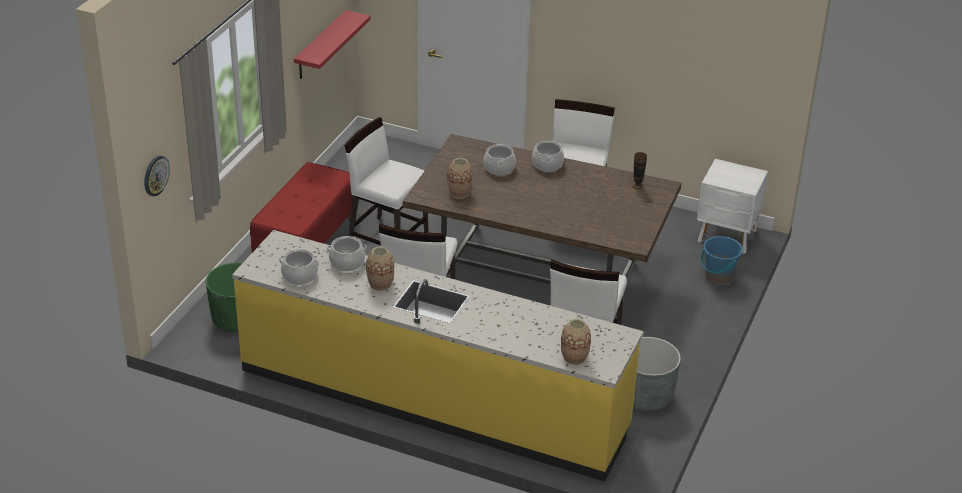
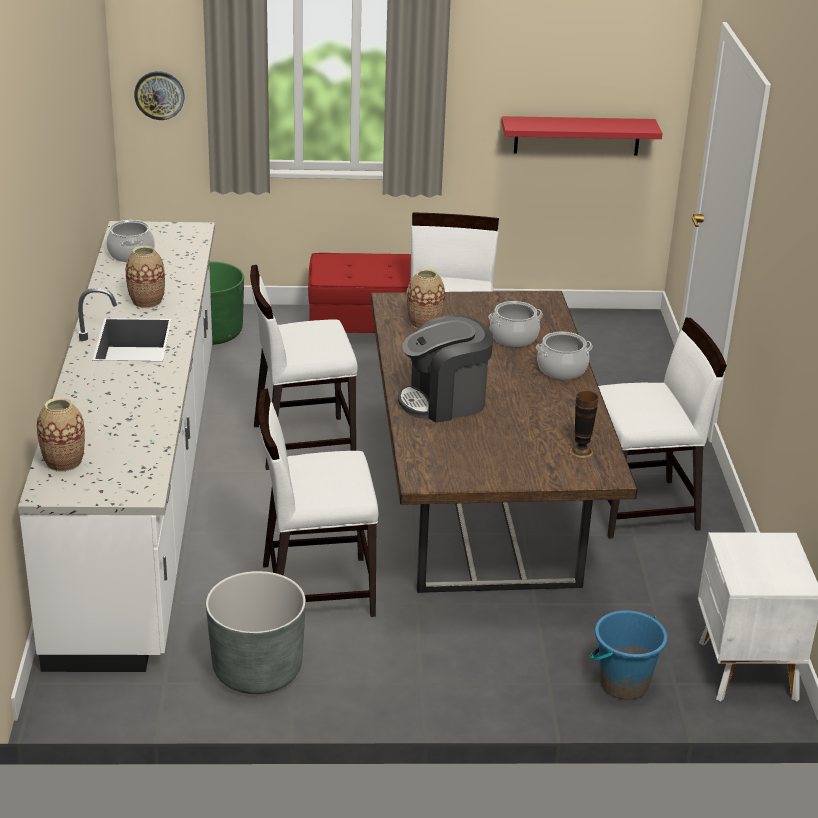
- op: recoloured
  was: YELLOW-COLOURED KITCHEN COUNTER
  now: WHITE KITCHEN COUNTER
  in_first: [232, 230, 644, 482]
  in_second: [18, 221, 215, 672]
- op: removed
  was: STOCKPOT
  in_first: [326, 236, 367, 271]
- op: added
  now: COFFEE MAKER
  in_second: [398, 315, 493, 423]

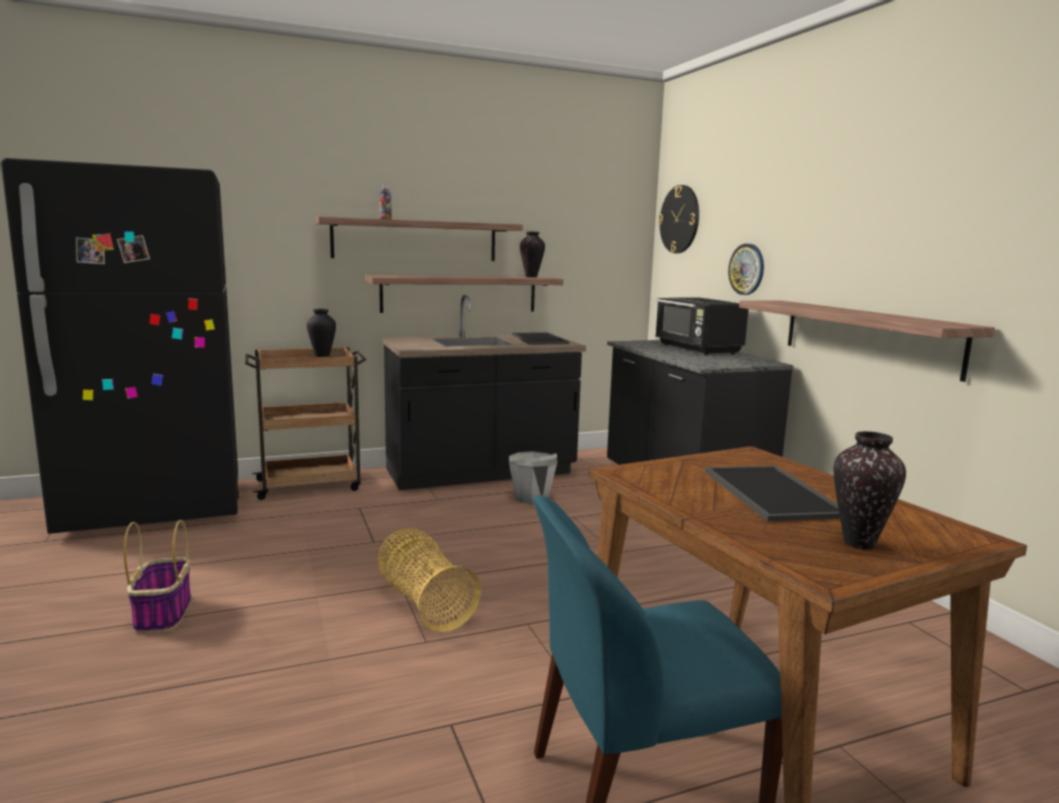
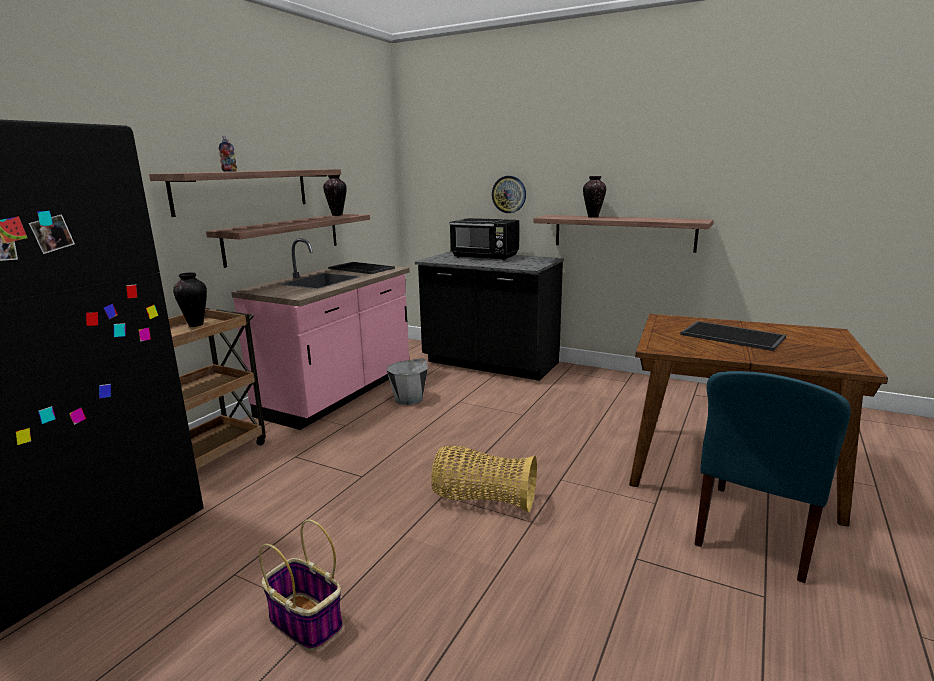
- op: removed
  was: HANGING CLOCK
  in_first: [658, 185, 699, 253]
- op: recoloured
  was: BLACKISH KITCHEN COUNTER
  now: PINK KITCHEN COUNTER
  in_first: [382, 295, 586, 490]
  in_second: [231, 238, 410, 430]
- op: moved
  was: VASE
  in_first: [834, 431, 906, 549]
  in_second: [583, 176, 606, 217]

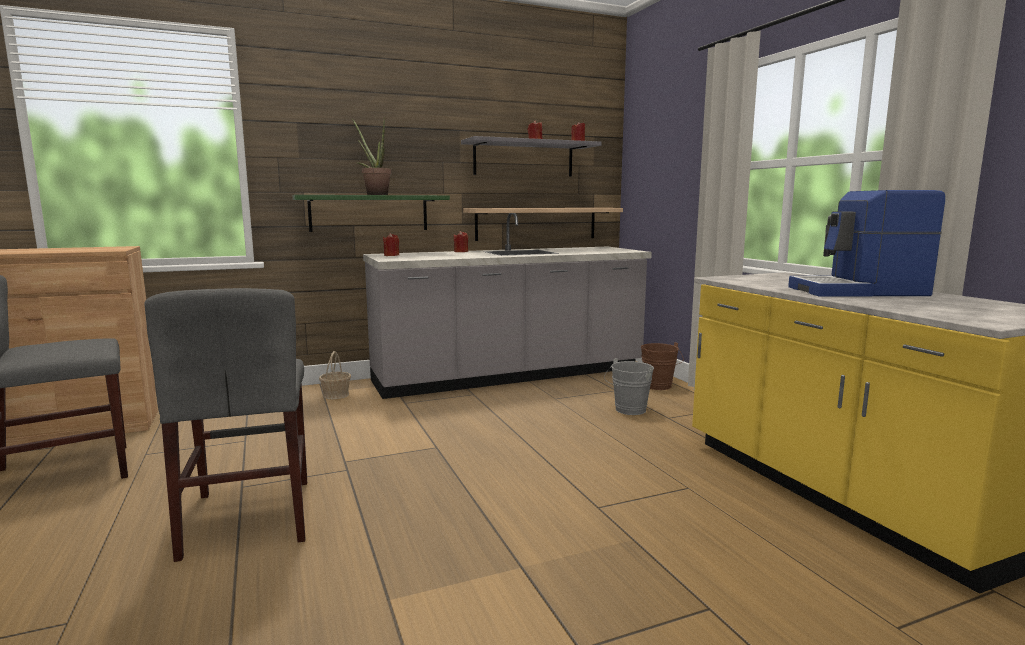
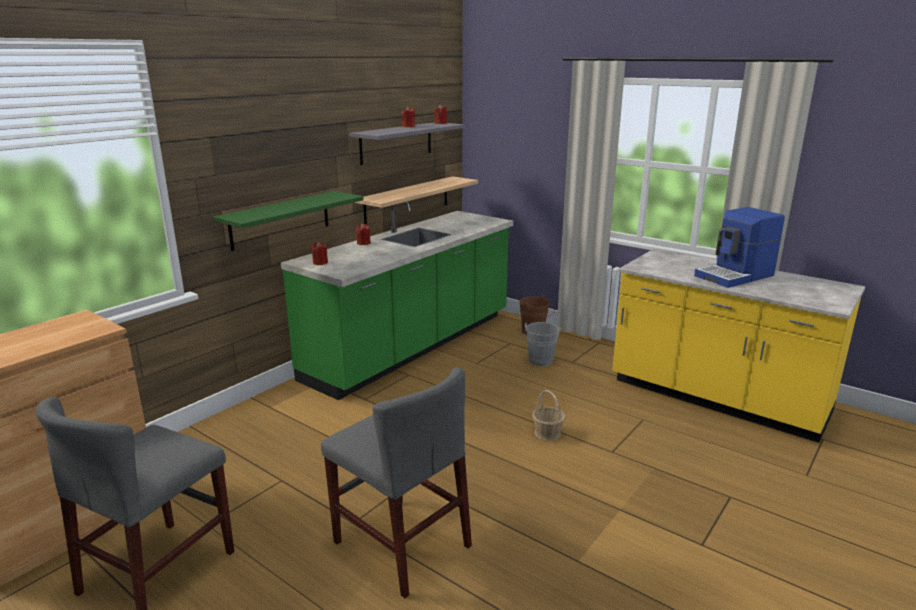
- op: removed
  was: POTTED PLANT
  in_first: [352, 117, 392, 195]
- op: recoloured
  was: GREYISH KITCHEN COUNTER
  now: GREENISH KITCHEN COUNTER
  in_first: [363, 213, 652, 399]
  in_second: [281, 201, 513, 400]
- op: moved
  was: BASKET
  in_first: [319, 351, 351, 399]
  in_second: [532, 390, 565, 441]

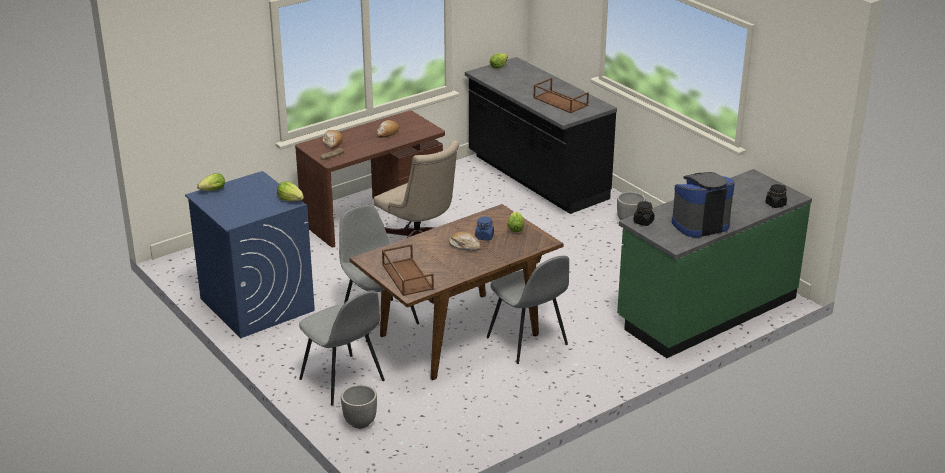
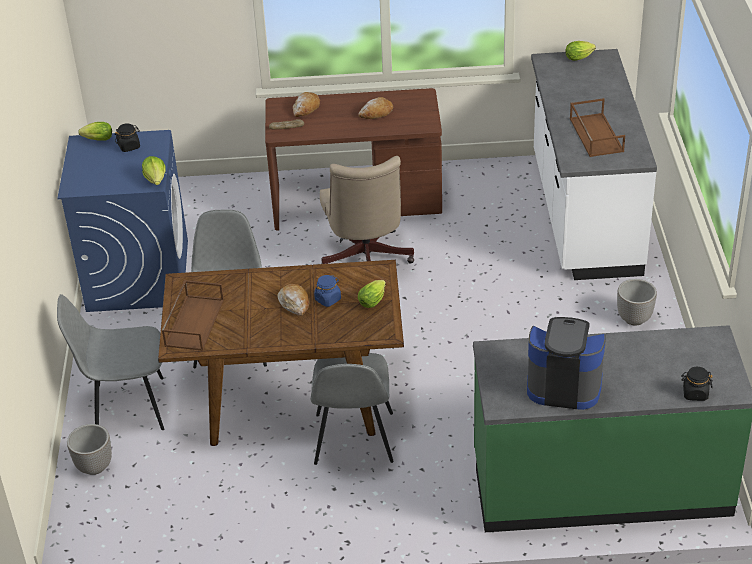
- op: recoloured
  was: BLACKISH KITCHEN COUNTER
  now: WHITE KITCHEN COUNTER
  in_first: [465, 57, 617, 214]
  in_second: [531, 49, 657, 280]
- op: moved
  was: BLACKISH STORAGE JAR
  in_first: [633, 201, 654, 226]
  in_second: [115, 123, 140, 152]
- op: turned
  was: GREYISH PLAIN CHAIR
  in_first: [299, 290, 385, 406]
  in_second: [57, 294, 164, 430]
  clockwise: 90

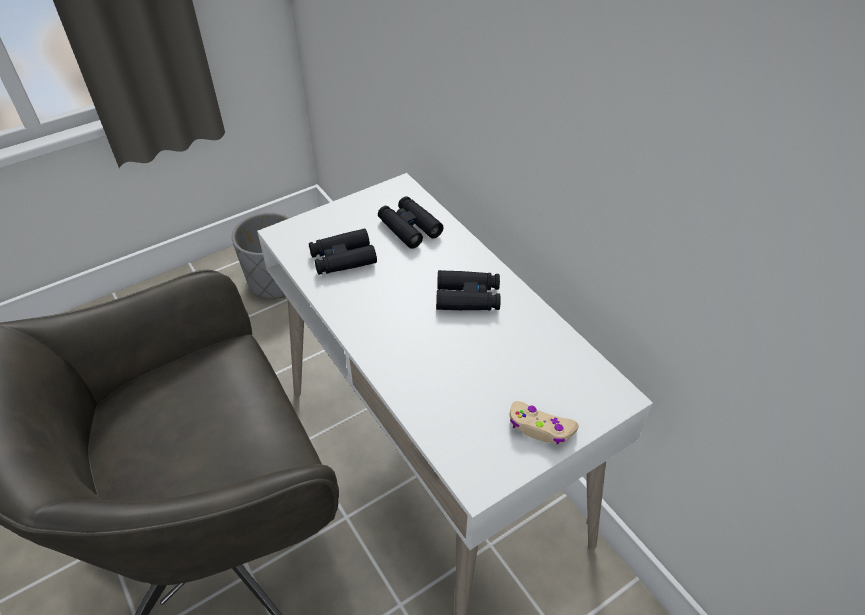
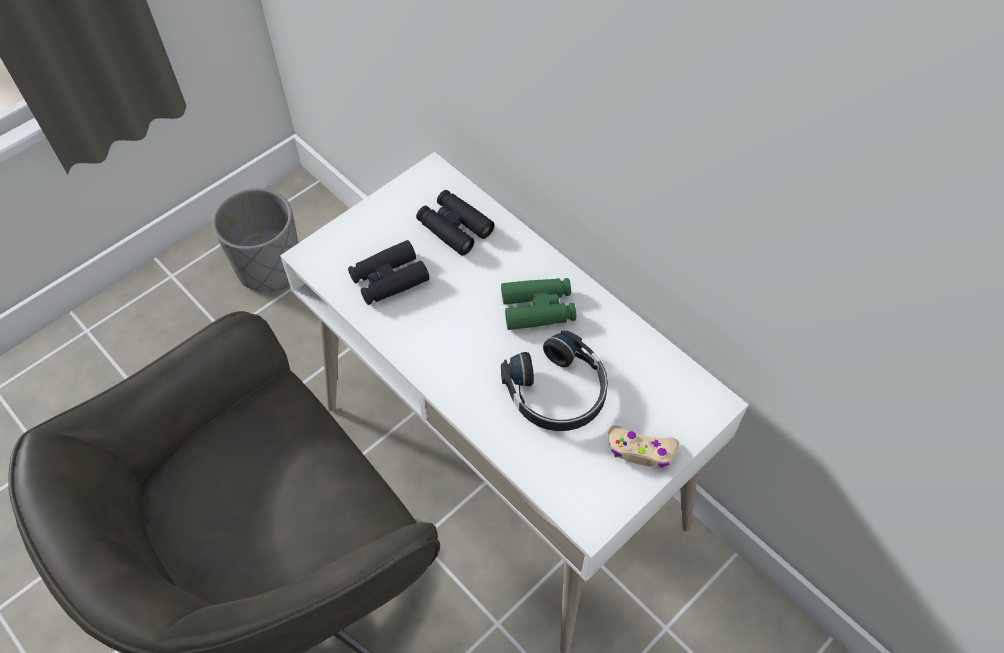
- op: recoloured
  was: BLACKISH BINOCULARS
  now: GREENISH BINOCULARS
  in_first: [436, 270, 501, 310]
  in_second: [501, 278, 576, 330]
- op: added
  now: BLACKISH HEADPHONES
  in_second: [501, 330, 608, 431]

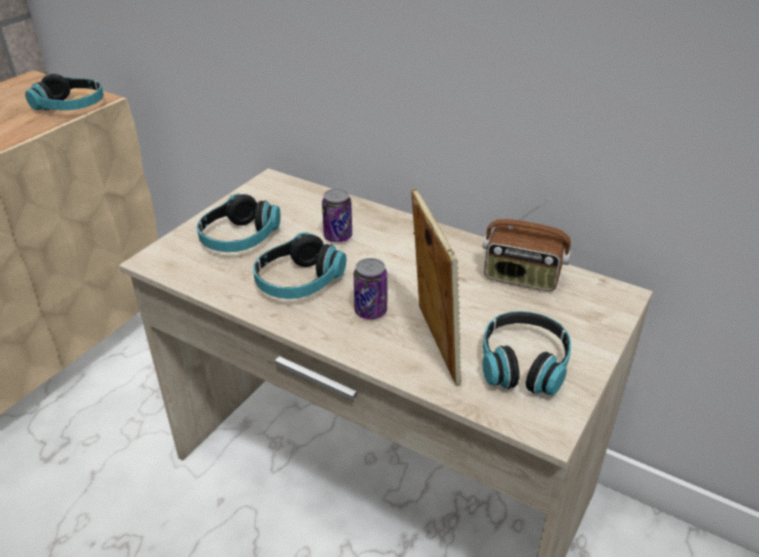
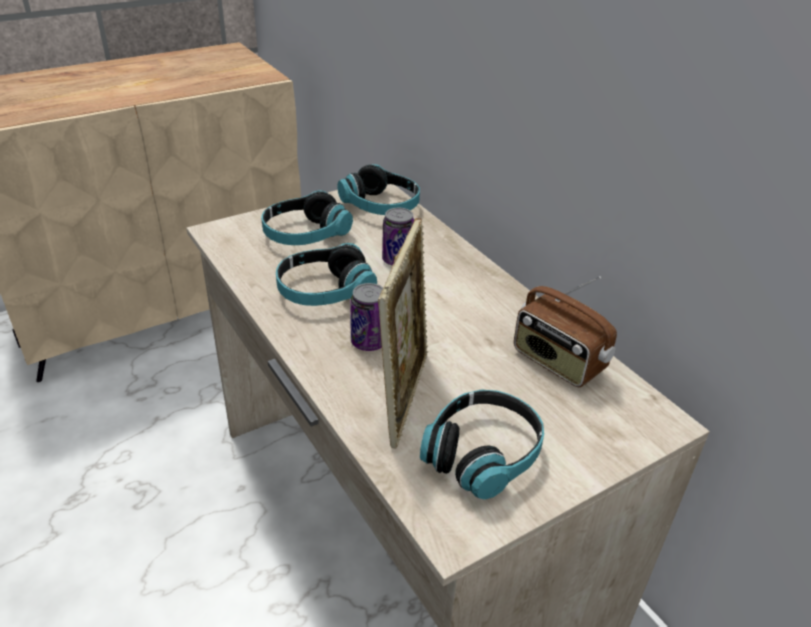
- op: moved
  was: HEADPHONES
  in_first: [25, 74, 104, 111]
  in_second: [337, 164, 420, 215]

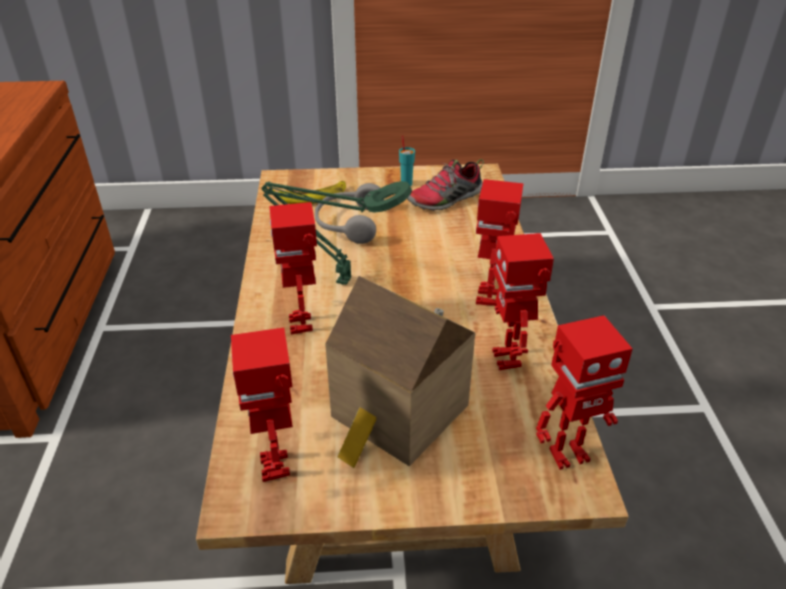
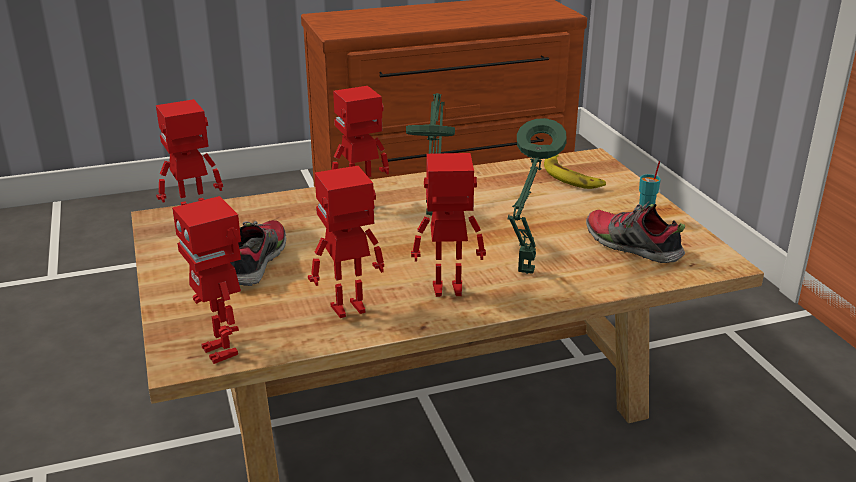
- op: removed
  was: GREYISH HEADPHONES
  in_first: [315, 183, 384, 244]
- op: replaced
  was: TOY HOUSE
  now: LOW SHOE
  in_first: [325, 276, 475, 468]
  in_second: [230, 220, 286, 286]
- op: added
  now: GREENISH TABLETOP LAMP
  in_second: [508, 118, 567, 274]

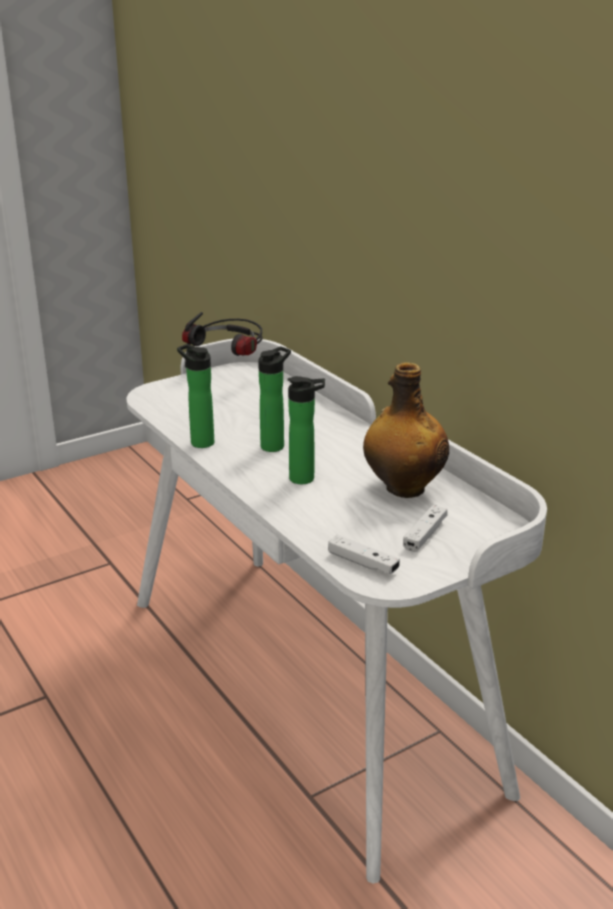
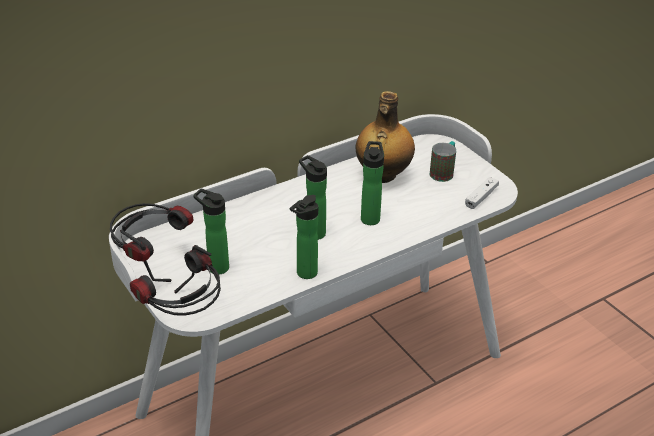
- op: replaced
  was: WHITE GAME CONTROLLER
  now: COFFEE MUG
  in_first: [403, 505, 447, 552]
  in_second: [430, 141, 456, 182]
- op: added
  now: BOTTLE
  in_second: [193, 189, 229, 274]
- op: added
  now: HEADPHONES
  in_second: [130, 245, 221, 316]

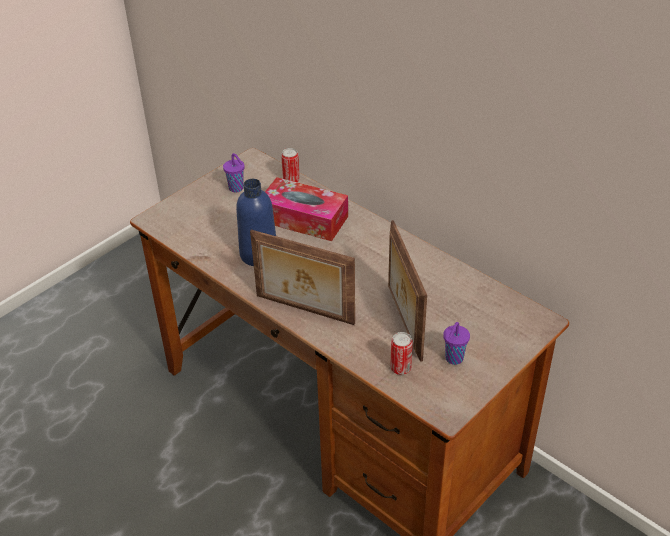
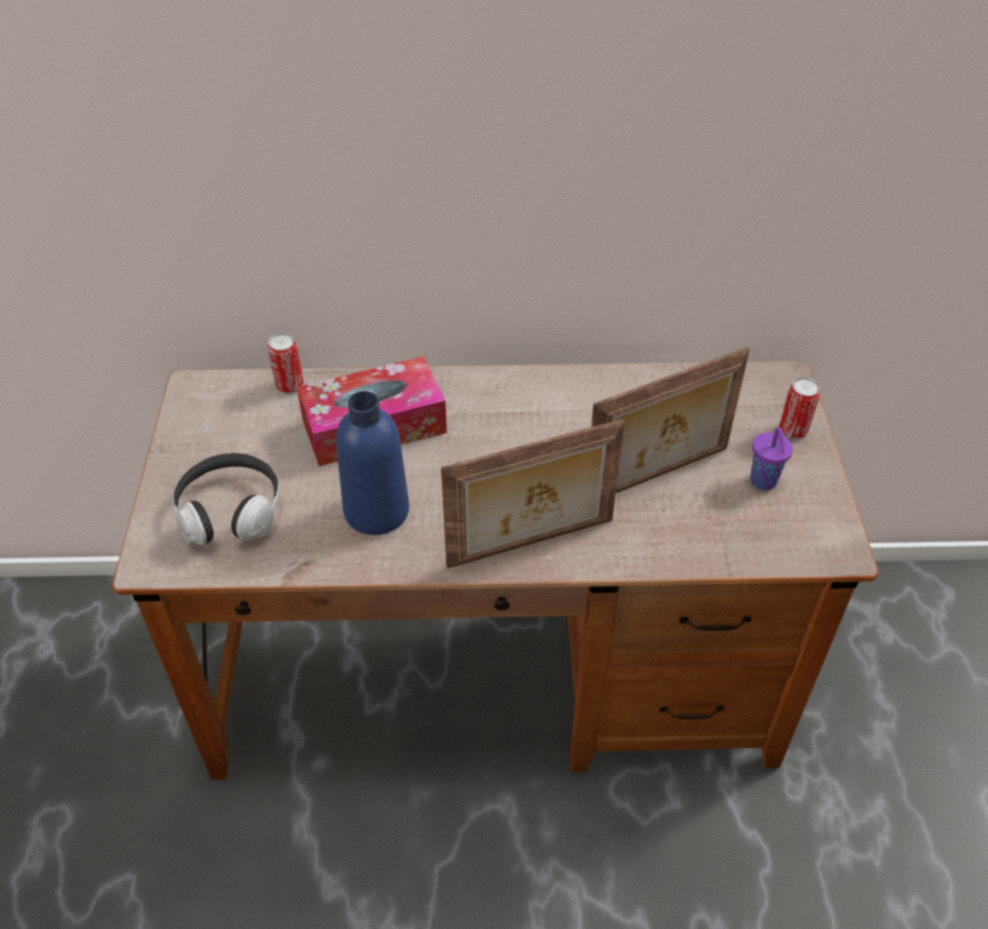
- op: removed
  was: PURPLISH CUP
  in_first: [223, 153, 245, 192]
- op: turned
  was: STANDING FRAME
  in_first: [388, 220, 427, 362]
  in_second: [591, 347, 750, 493]
  clockwise: -60
- op: moved
  was: SEALED CAN
  in_first: [390, 332, 413, 375]
  in_second: [779, 377, 821, 439]
- op: added
  now: HEADPHONES
  in_second: [173, 453, 280, 546]

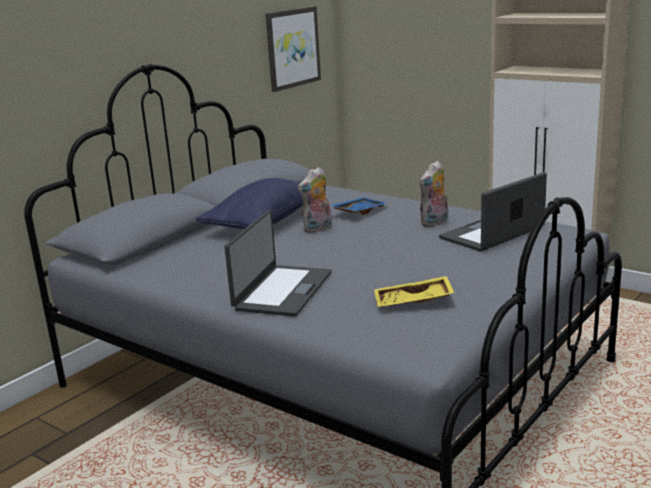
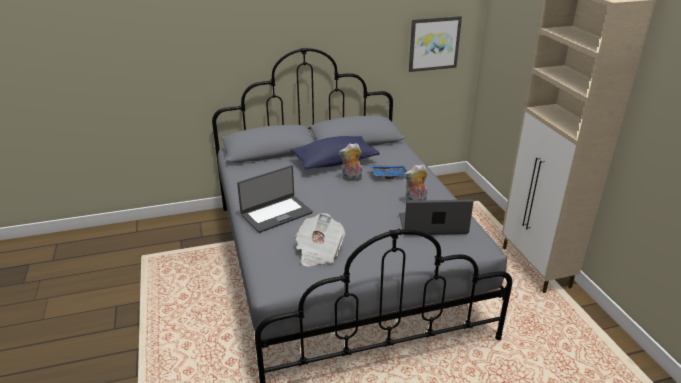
- op: replaced
  was: YELLOW-COLOURED CARRYING TRAY
  now: NEWSPAPER
  in_first: [374, 276, 454, 307]
  in_second: [295, 213, 345, 267]

